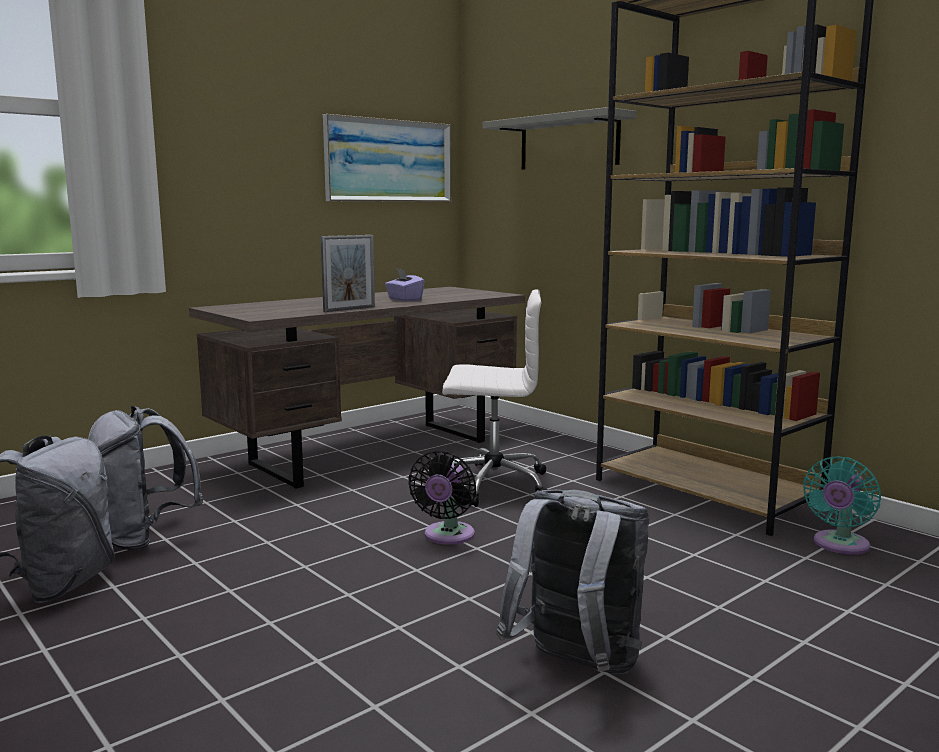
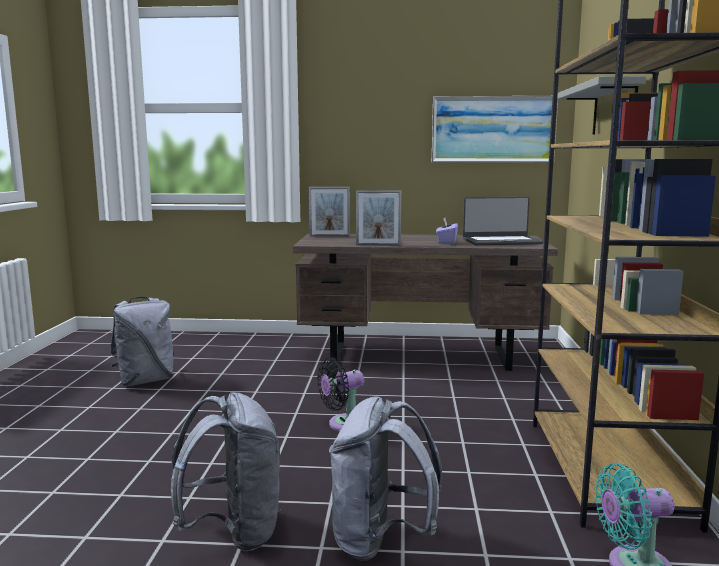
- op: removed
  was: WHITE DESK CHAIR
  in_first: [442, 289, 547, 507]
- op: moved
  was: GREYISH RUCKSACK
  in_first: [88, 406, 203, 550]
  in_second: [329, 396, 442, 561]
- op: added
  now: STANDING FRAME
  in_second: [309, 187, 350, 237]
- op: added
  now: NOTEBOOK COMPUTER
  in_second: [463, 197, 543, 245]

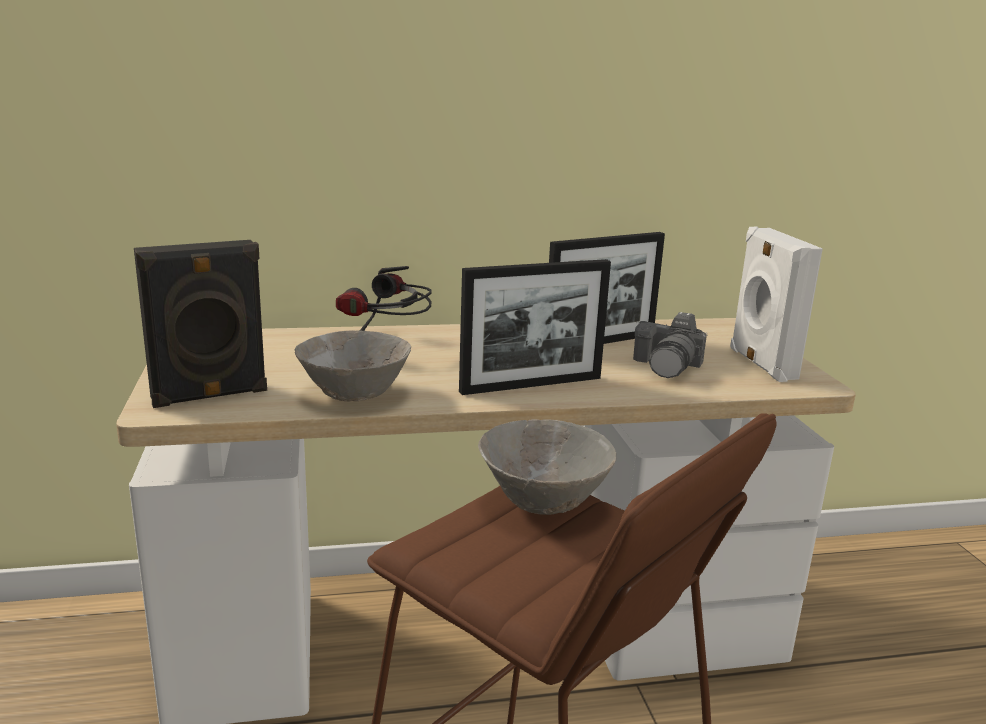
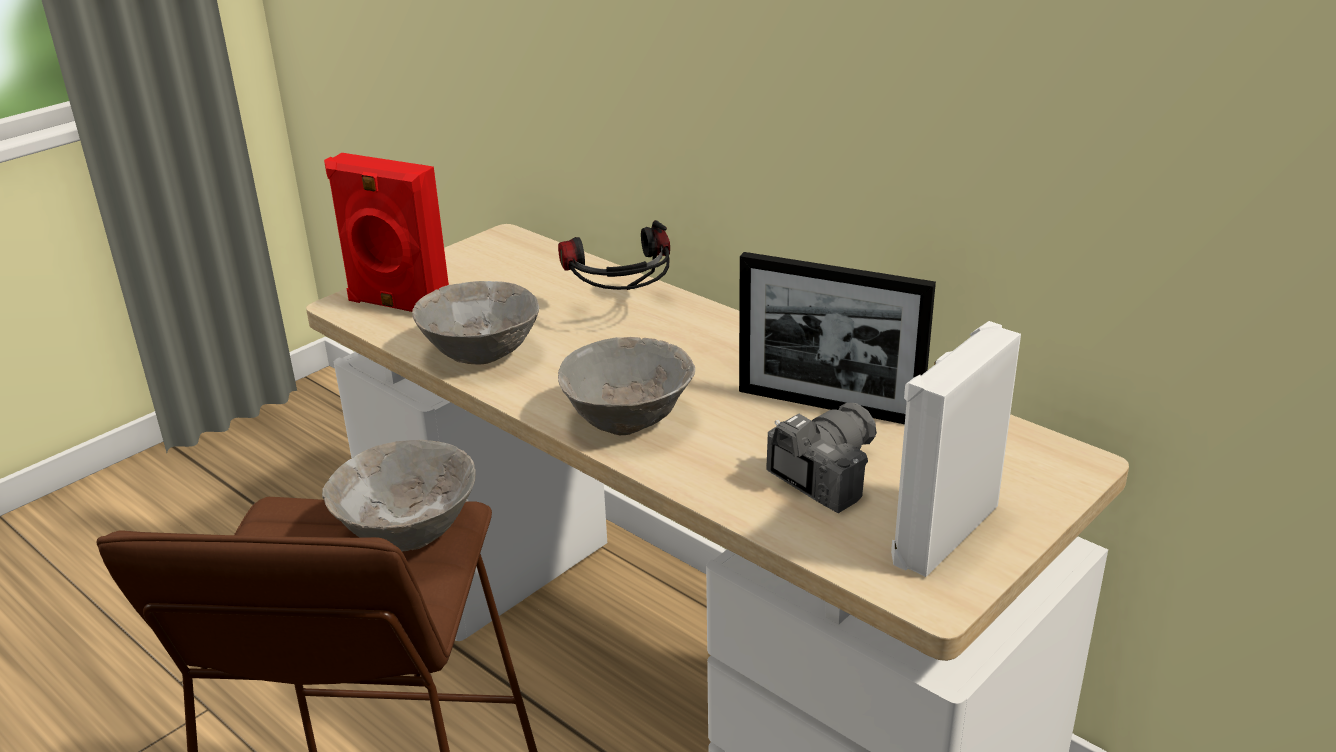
- op: recoloured
  was: BLACKISH AUDIO SPEAKER
  now: RED-COLOURED AUDIO SPEAKER
  in_first: [134, 240, 267, 408]
  in_second: [324, 153, 449, 312]
- op: replaced
  was: STANDING FRAME
  now: GREYISH BOWL
  in_first: [459, 259, 611, 395]
  in_second: [558, 337, 695, 435]
- op: turned
  was: PHOTO CAMERA
  in_first: [633, 312, 708, 378]
  in_second: [766, 403, 877, 513]
  clockwise: 150

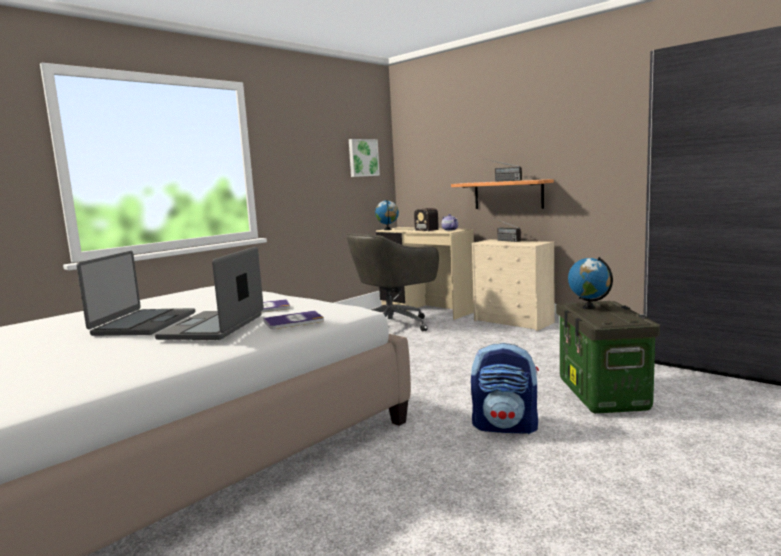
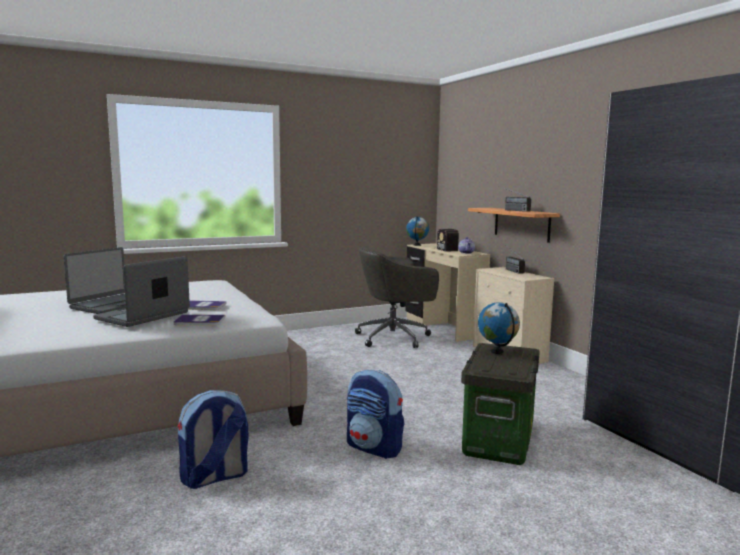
- op: removed
  was: WALL ART
  in_first: [349, 139, 380, 177]
- op: added
  now: RUCKSACK
  in_second: [177, 390, 249, 489]

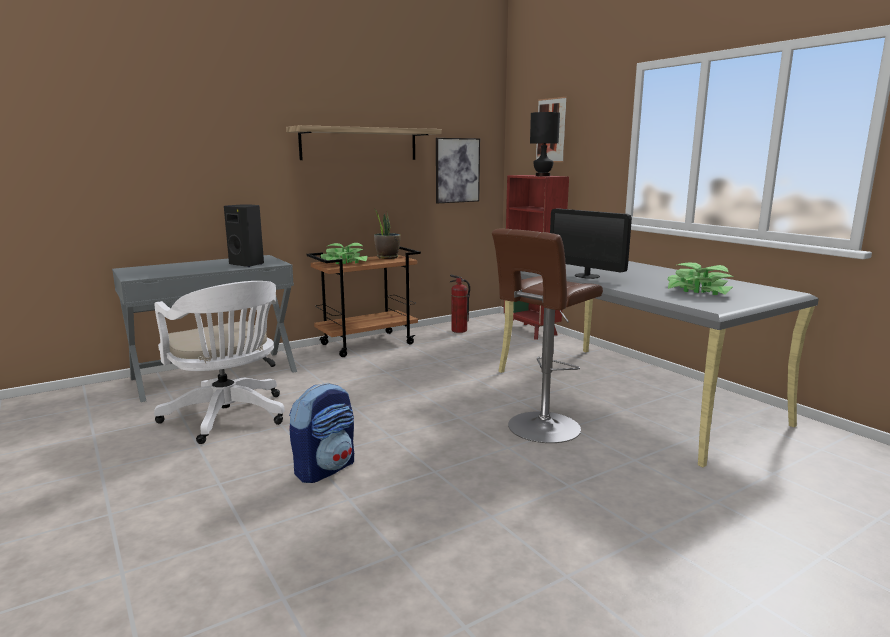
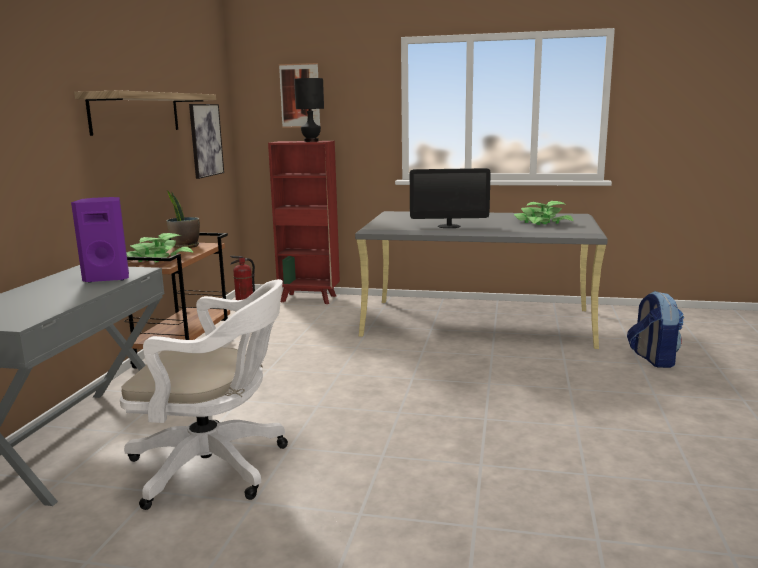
- op: recoloured
  was: BLACKISH AUDIO SPEAKER
  now: PURPLISH AUDIO SPEAKER
  in_first: [224, 204, 264, 267]
  in_second: [71, 197, 129, 283]
- op: removed
  was: BROWN-COLOURED STOOL SEAT
  in_first: [492, 229, 603, 443]
- op: moved
  was: RUCKSACK
  in_first: [289, 382, 354, 483]
  in_second: [627, 291, 684, 368]

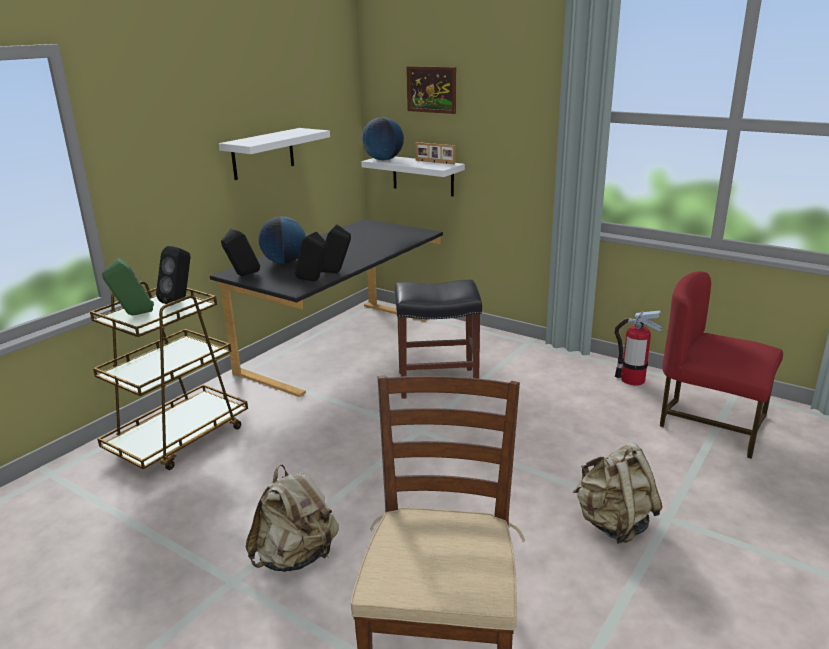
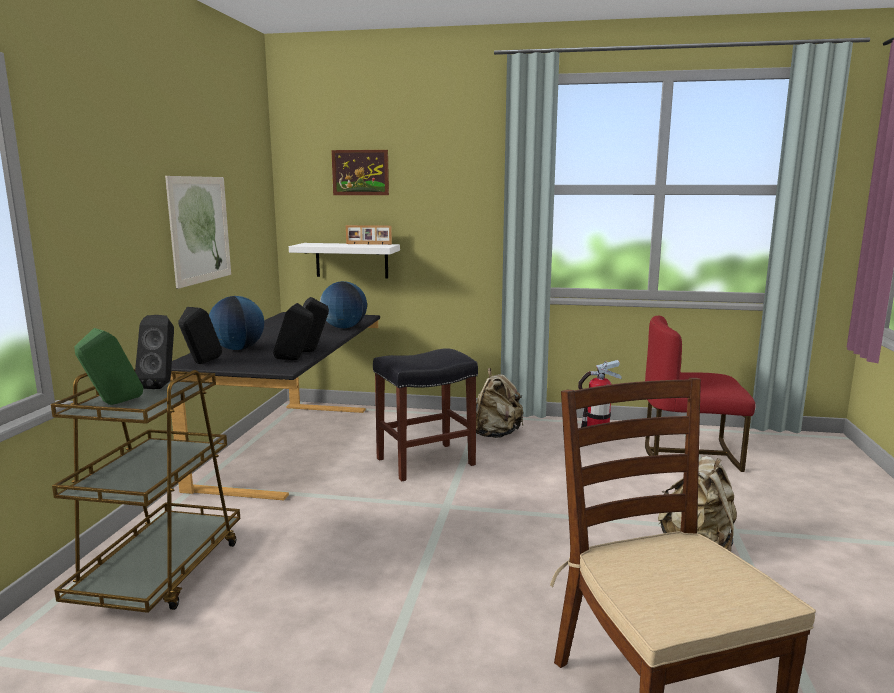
- op: moved
  was: WORLD GLOBE
  in_first: [362, 117, 404, 160]
  in_second: [320, 281, 367, 328]
- op: replaced
  was: WHITE BRACKET SHELF
  now: WALL ART
  in_first: [219, 128, 330, 180]
  in_second: [165, 176, 231, 289]
- op: moved
  was: SAND-COLOURED RUCKSACK
  in_first: [246, 465, 339, 572]
  in_second: [476, 368, 523, 438]

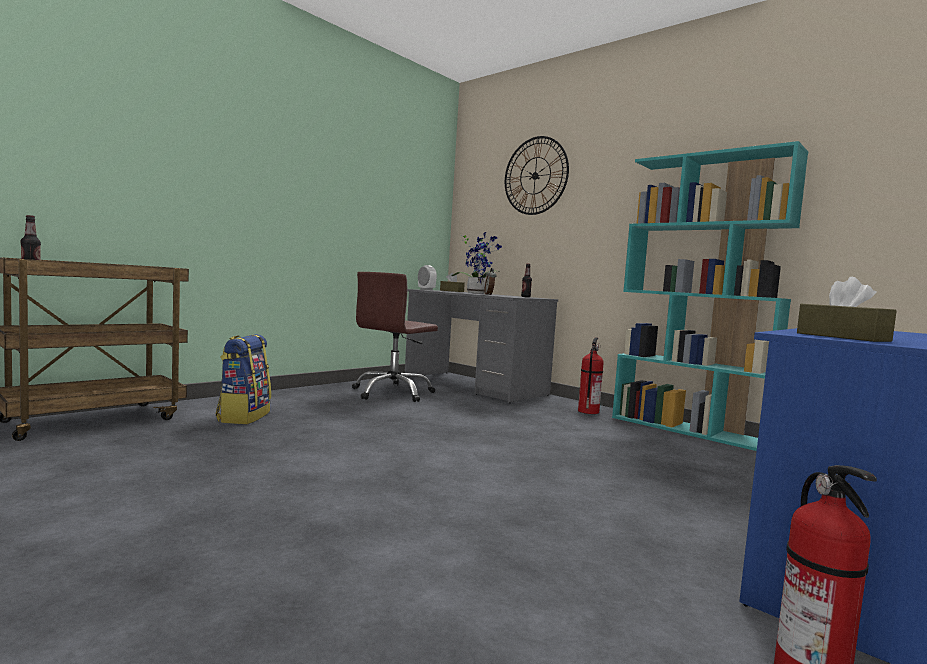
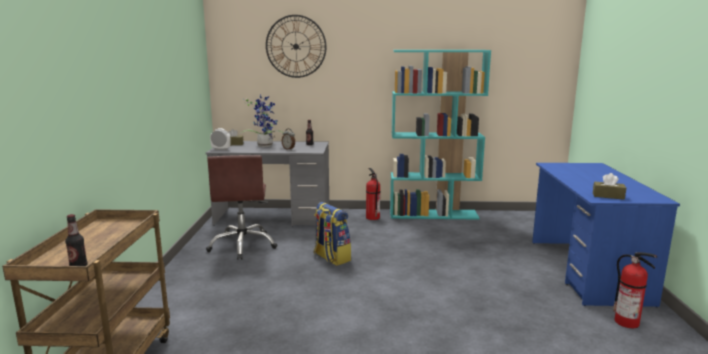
- op: moved
  was: RUCKSACK
  in_first: [216, 334, 271, 424]
  in_second: [314, 202, 351, 266]

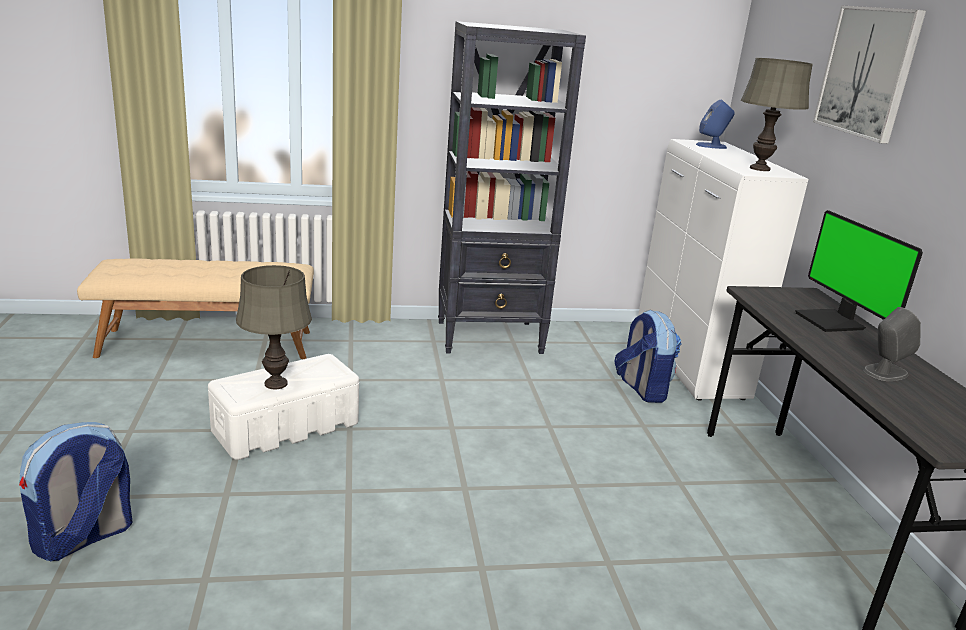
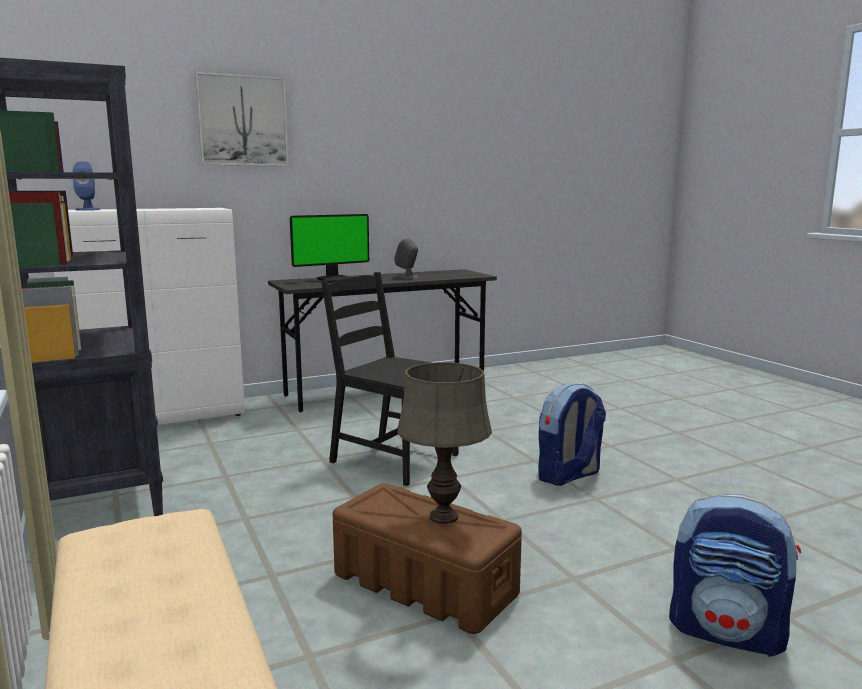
- op: removed
  was: GREYISH TABLETOP LAMP
  in_first: [741, 58, 813, 171]
- op: moved
  was: RUCKSACK
  in_first: [614, 309, 681, 403]
  in_second: [538, 384, 606, 486]
- op: recoloured
  was: WHITE STORAGE CONTAINER
  now: BROWN-COLOURED STORAGE CONTAINER
  in_first: [208, 354, 359, 460]
  in_second: [333, 483, 522, 634]
- op: added
  now: BLACKISH PLAIN CHAIR
  in_second: [321, 272, 458, 486]

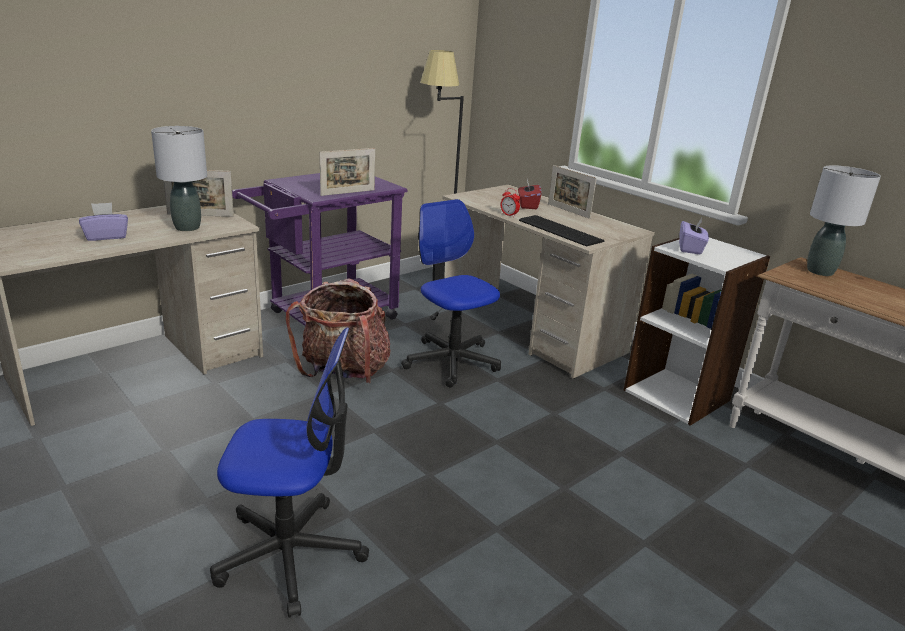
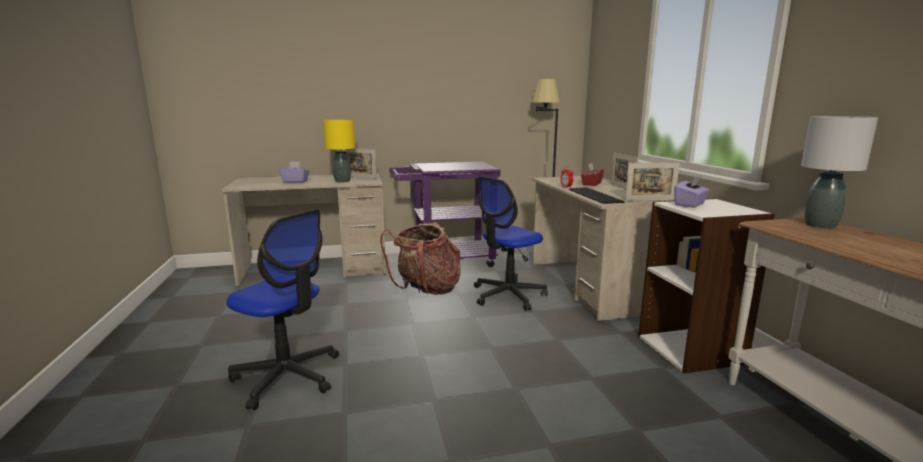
- op: recoloured
  was: GREYISH TABLETOP LAMP
  now: YELLOW-COLOURED TABLETOP LAMP
  in_first: [151, 126, 207, 231]
  in_second: [323, 119, 355, 182]
- op: moved
  was: STANDING FRAME
  in_first: [320, 148, 375, 196]
  in_second: [625, 162, 680, 201]
- op: turned
  was: DESK CHAIR
  in_first: [401, 199, 501, 388]
  in_second: [474, 176, 548, 311]
  clockwise: -120

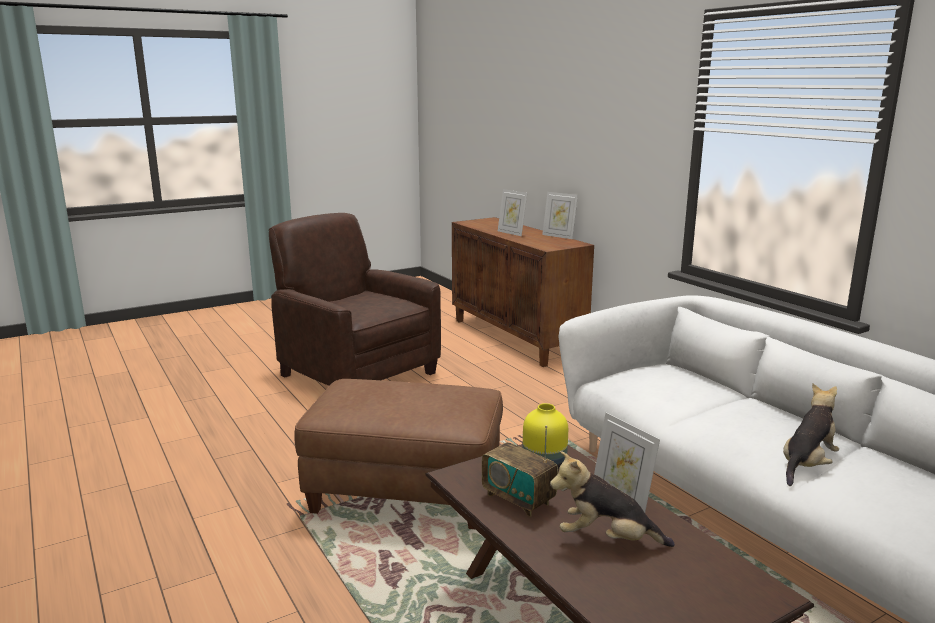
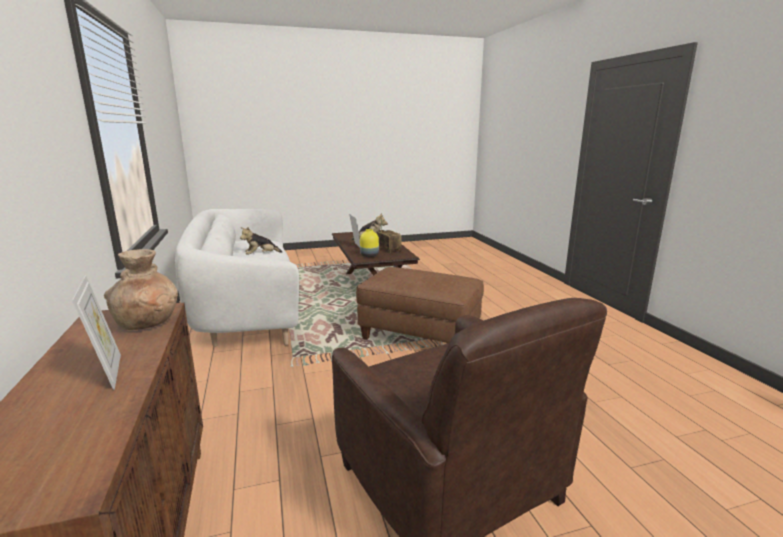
- op: removed
  was: STANDING FRAME
  in_first: [542, 192, 578, 239]
- op: added
  now: BROWN-COLOURED VASE
  in_second: [104, 249, 178, 330]

